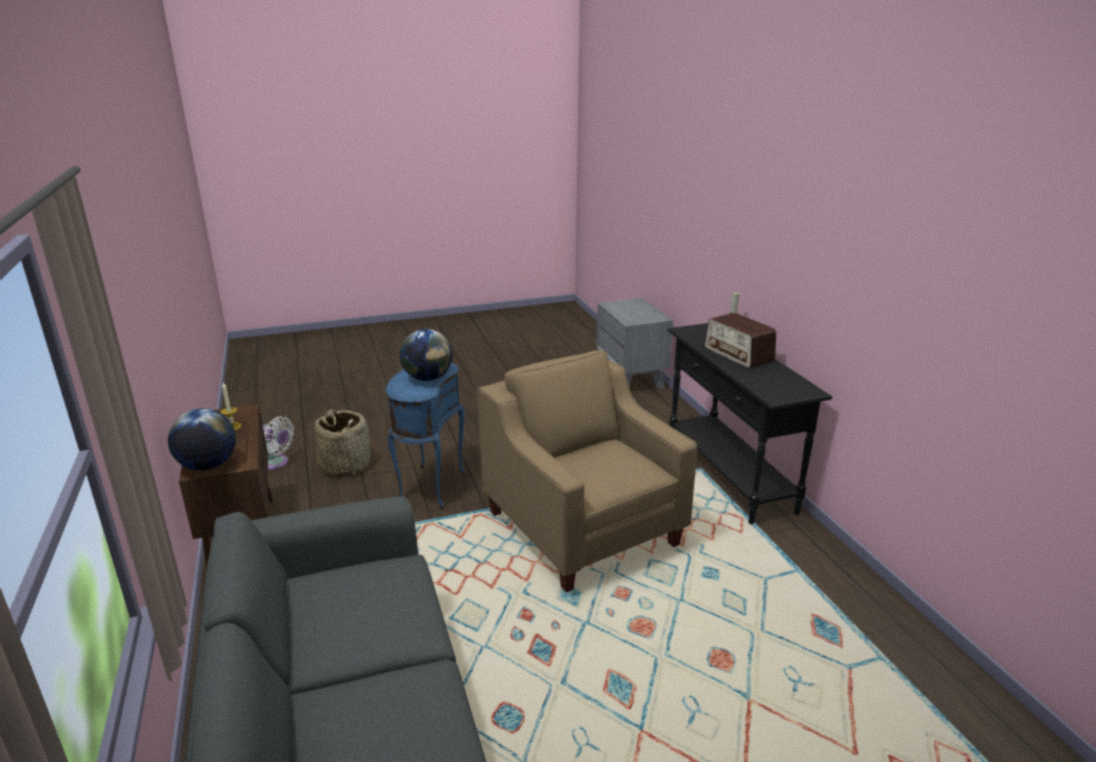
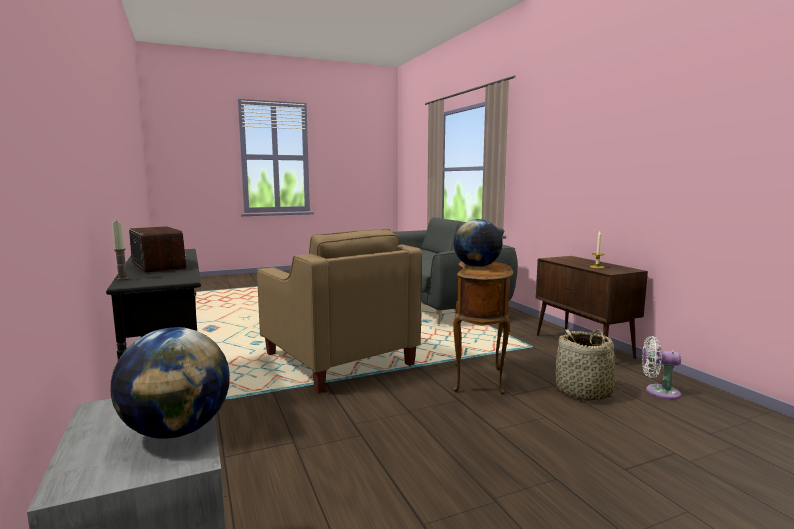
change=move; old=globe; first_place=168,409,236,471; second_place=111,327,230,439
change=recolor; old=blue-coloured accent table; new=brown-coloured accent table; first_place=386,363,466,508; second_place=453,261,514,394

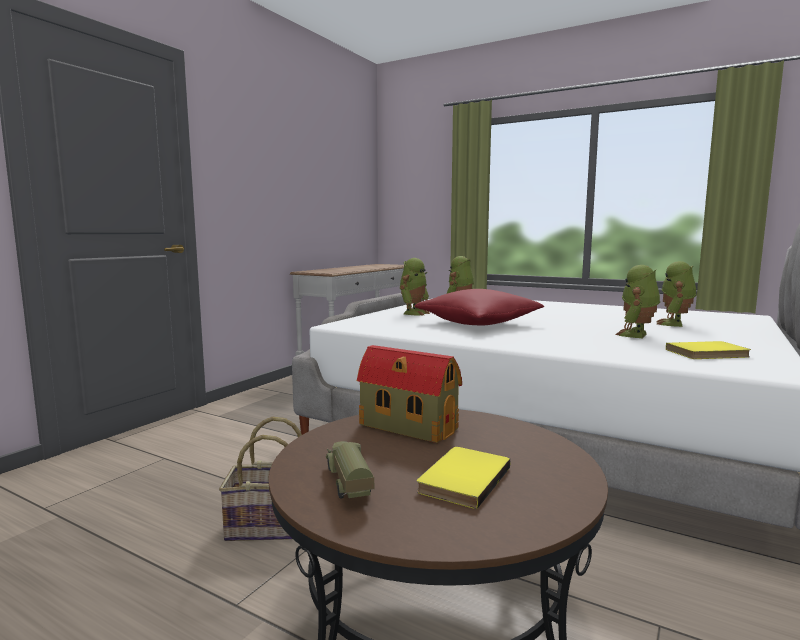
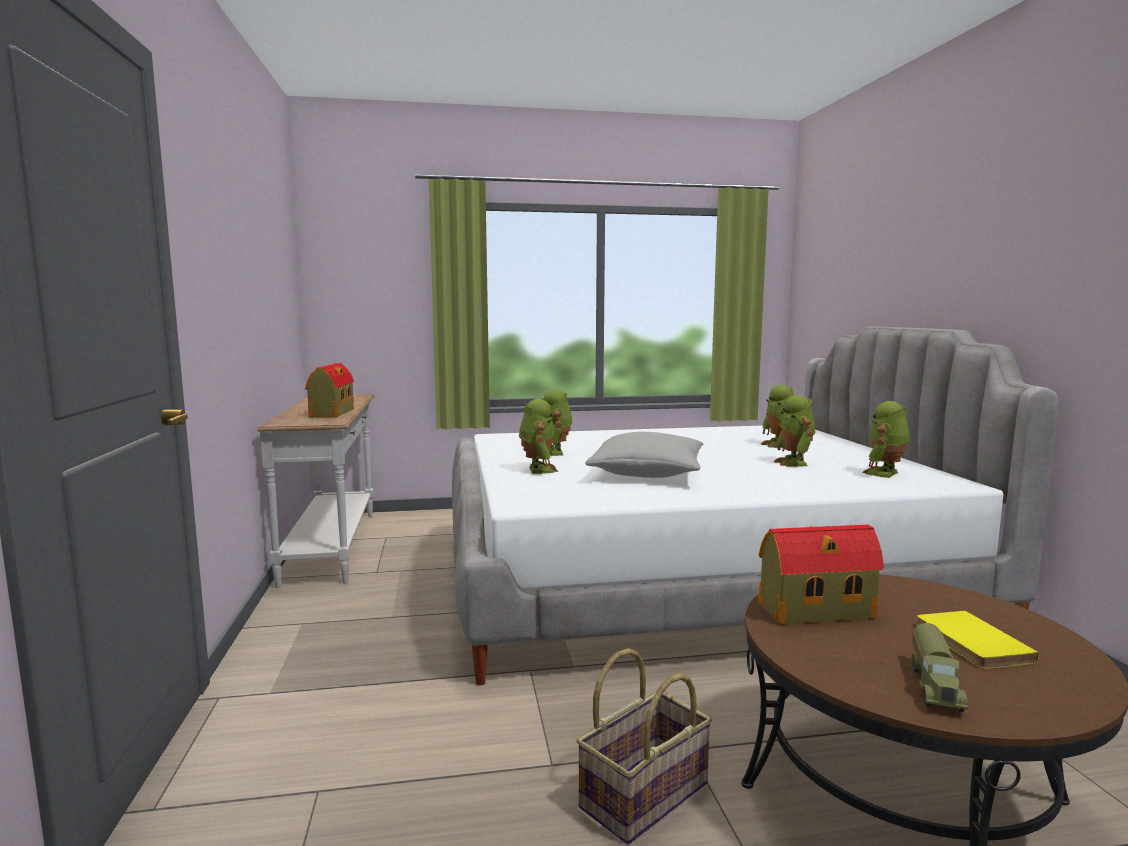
change=insert; new=model house; second_place=305,363,354,417
change=replace; old=yellow-coloured volume; new=model robot; first_place=666,341,751,359; second_place=862,401,910,478
change=recolor; old=reddish cushion; new=greyish cushion; first_place=414,289,545,325; second_place=585,432,703,478
change=rotate; old=toy truck; first_place=326,441,374,499; second_place=912,623,968,712; degrees=-105

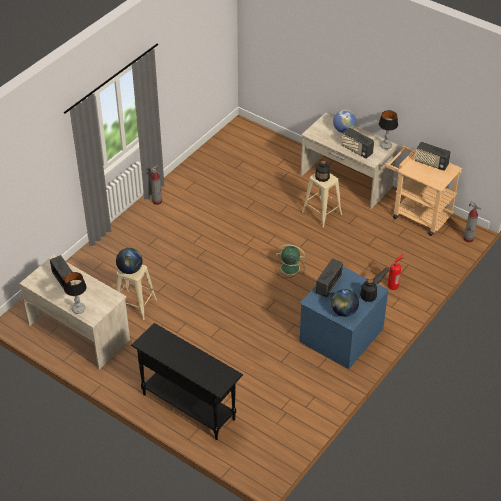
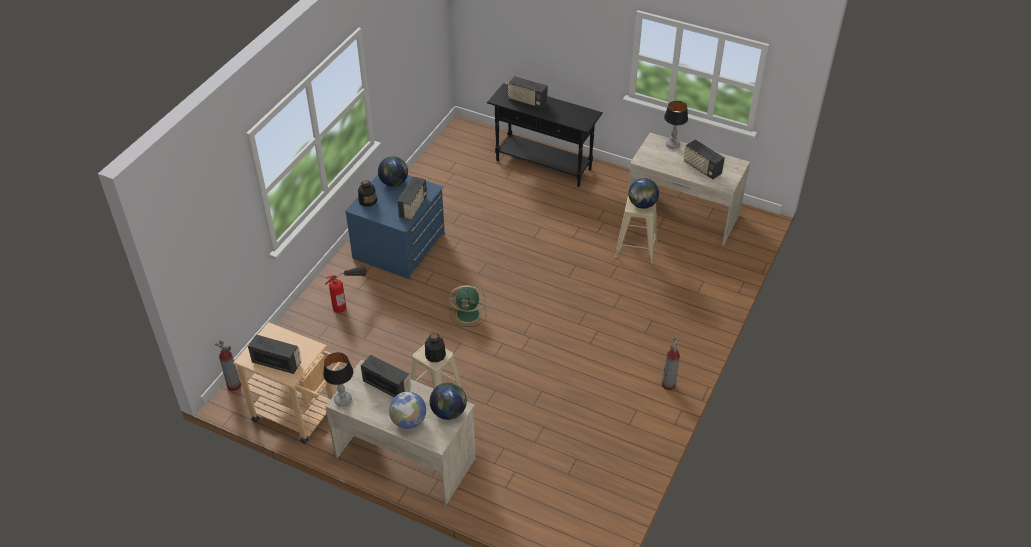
change=insert; new=globe; second_place=430,382,467,420
change=insert; new=radio set; second_place=508,76,548,108

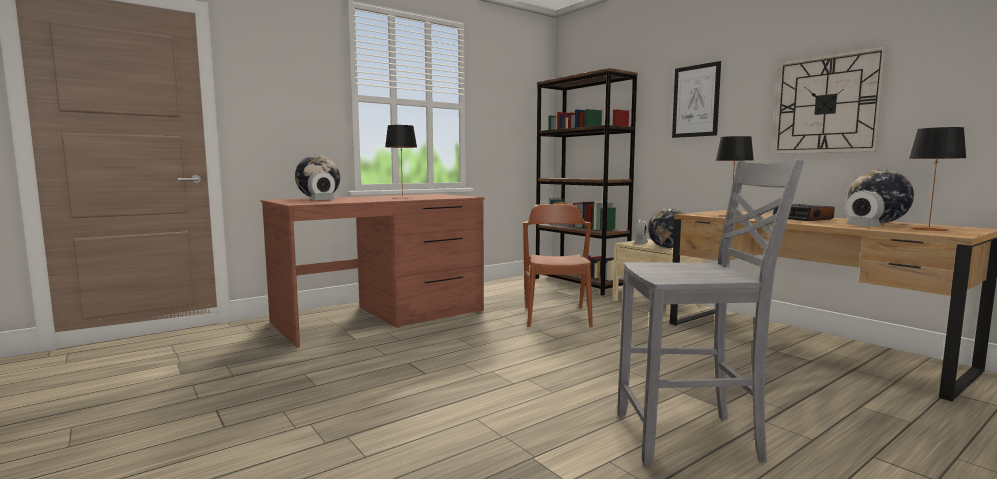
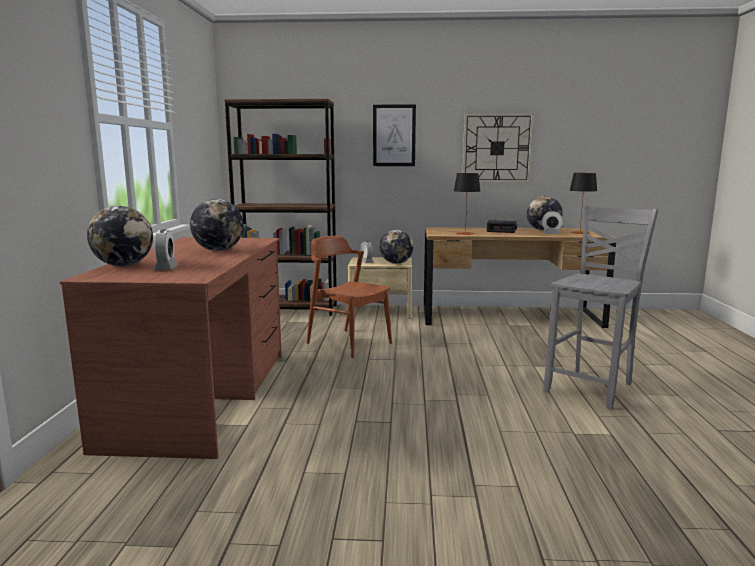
change=replace; old=table lamp; new=globe; first_place=385,125,417,199; second_place=190,199,244,251

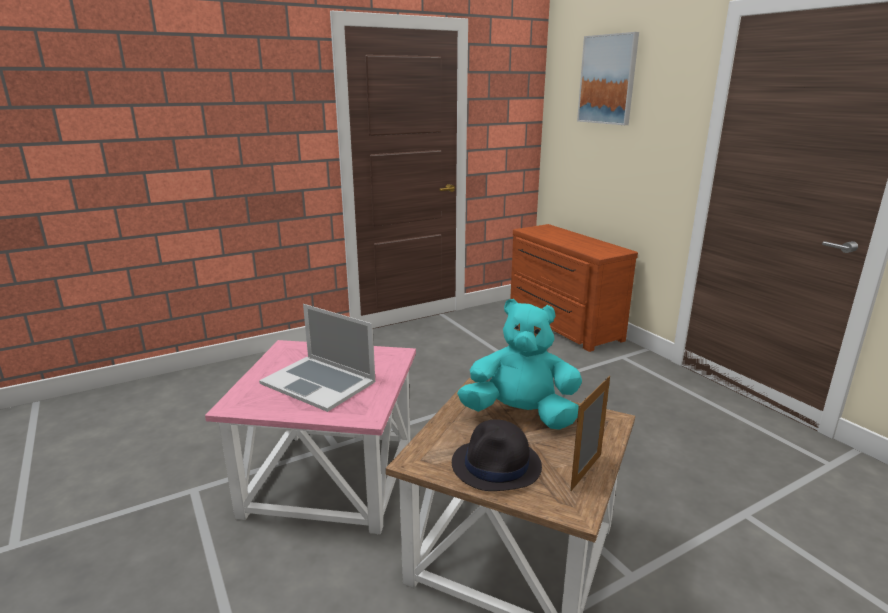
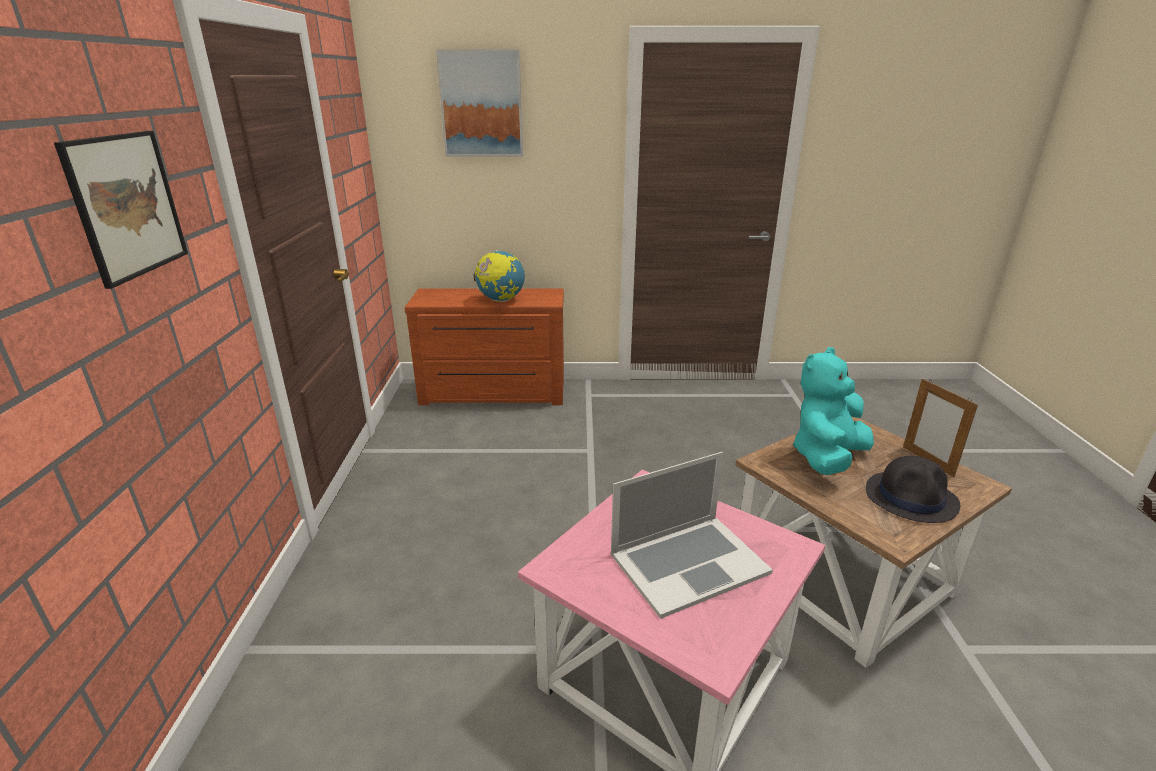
change=insert; new=wall picture; second_place=54,131,188,289
change=insert; new=globe; second_place=474,250,525,302

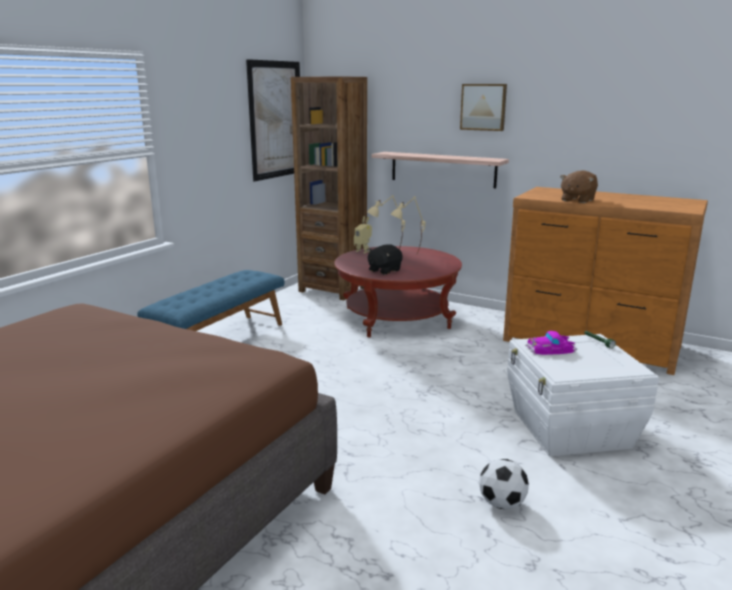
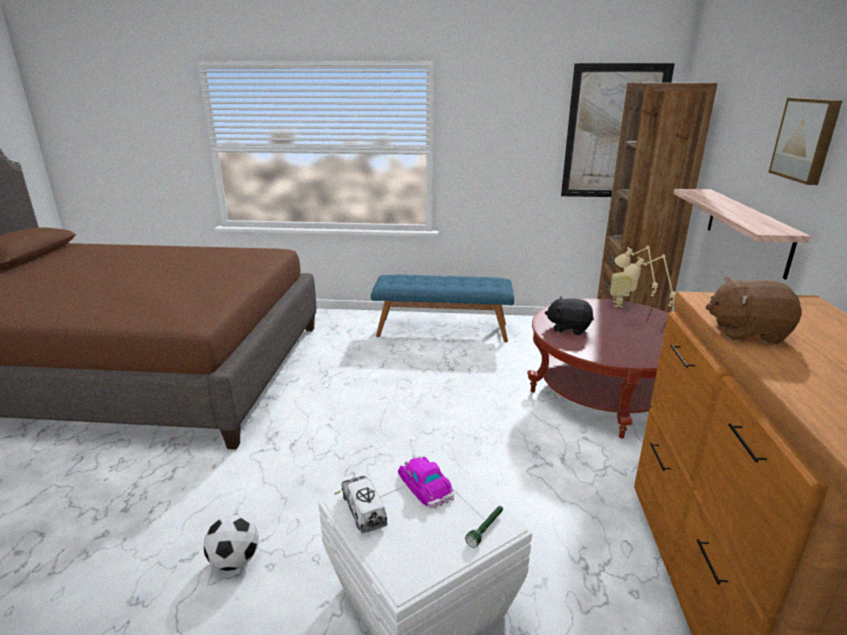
change=insert; new=toy truck; second_place=341,476,388,534

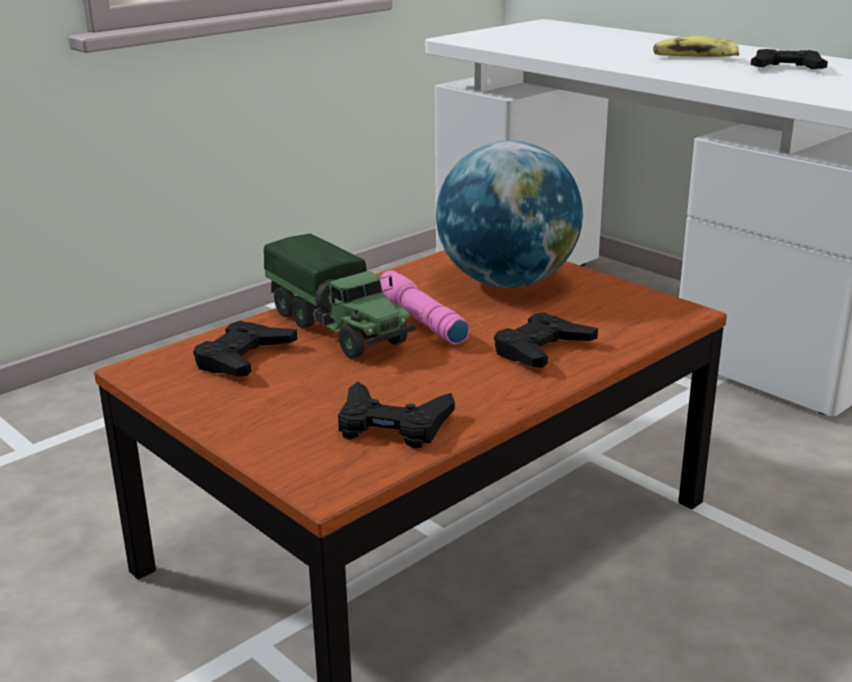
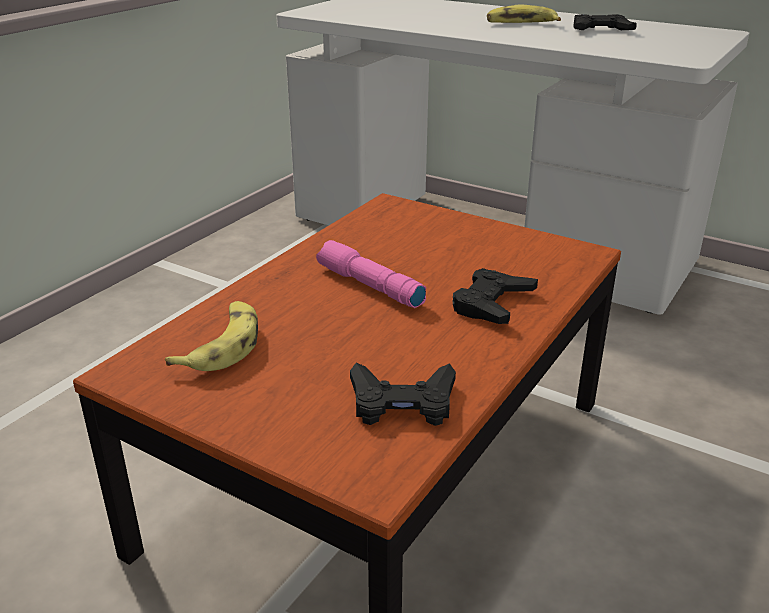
change=delete; old=toy truck; first_place=264,234,415,359
change=delete; old=globe; first_place=436,140,583,288
change=replace; old=black game controller; new=whole banana; first_place=193,321,297,376; second_place=165,301,258,371

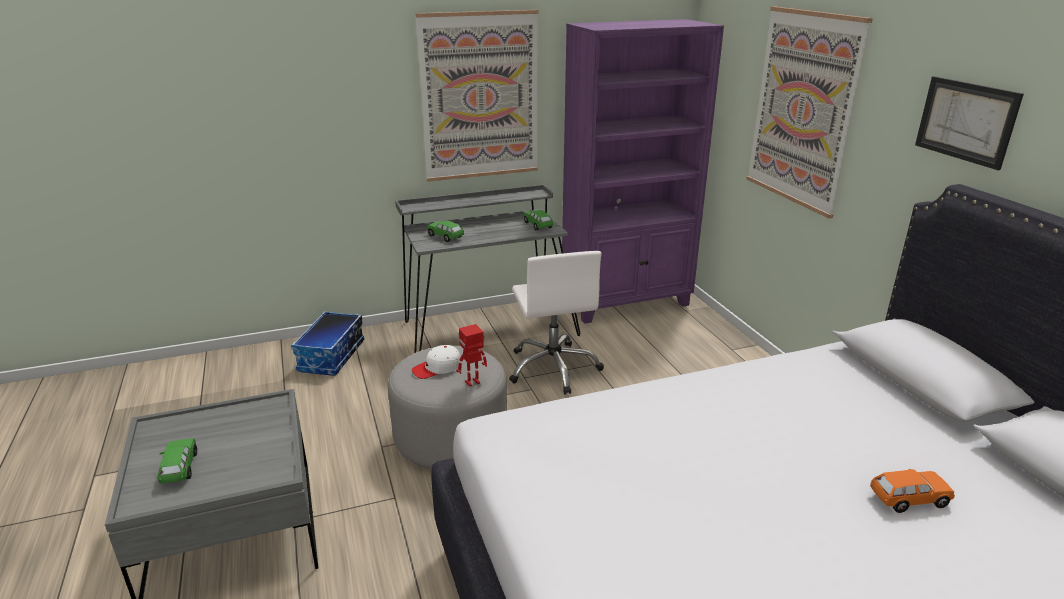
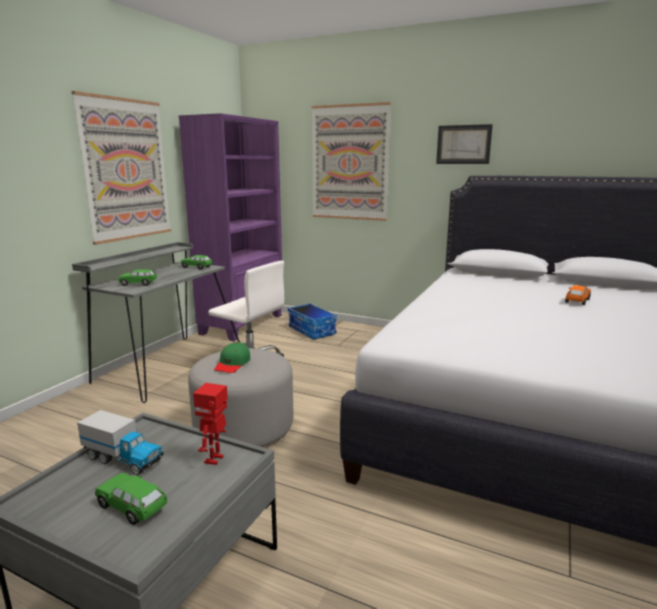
change=insert; new=toy truck; second_place=77,410,164,475
change=move; old=storage box; first_place=291,311,364,376; second_place=288,303,337,339
change=move; old=model robot; first_place=456,324,487,386; second_place=193,383,228,465
change=recolor; old=white-coloured peaked cap; new=green peaked cap; first_place=412,345,461,379; second_place=214,342,250,373

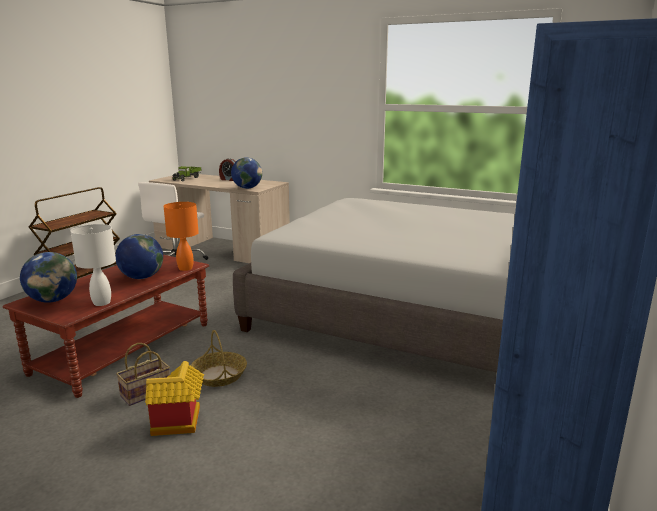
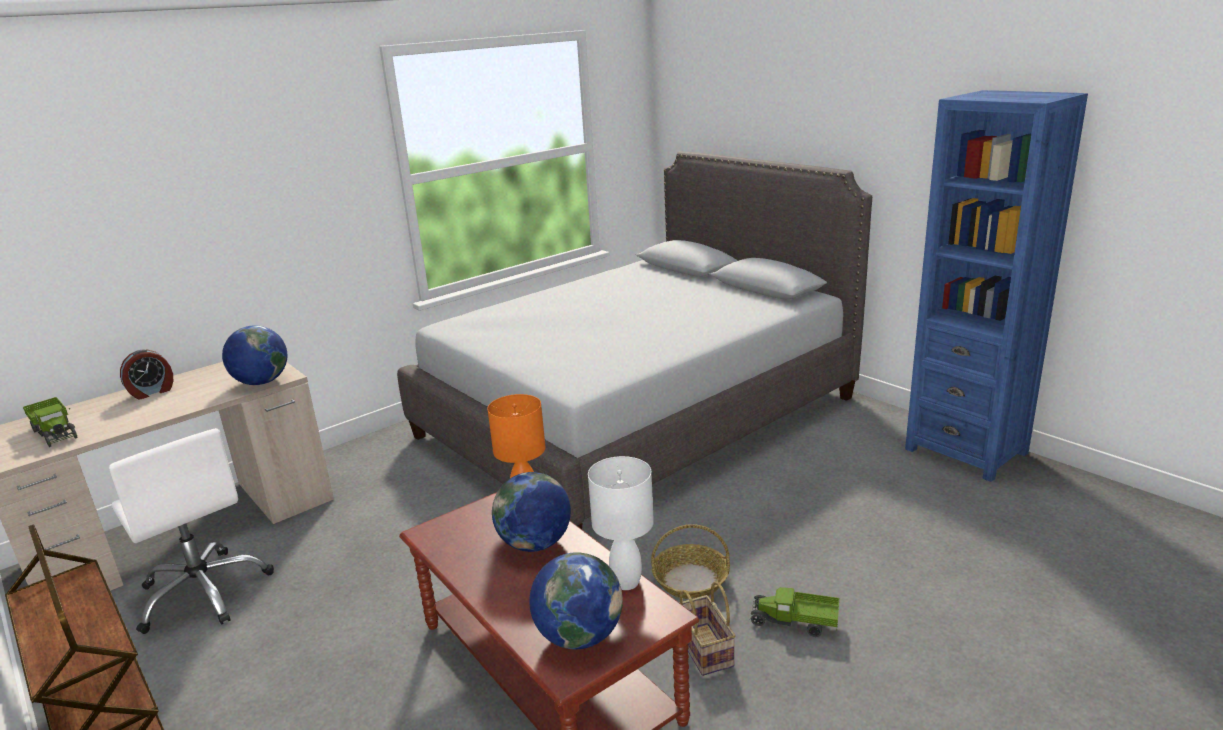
change=replace; old=model house; new=toy truck; first_place=145,361,204,436; second_place=751,587,839,637

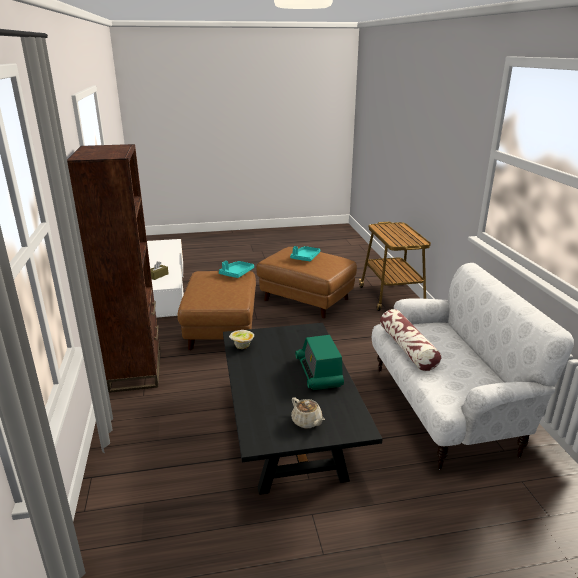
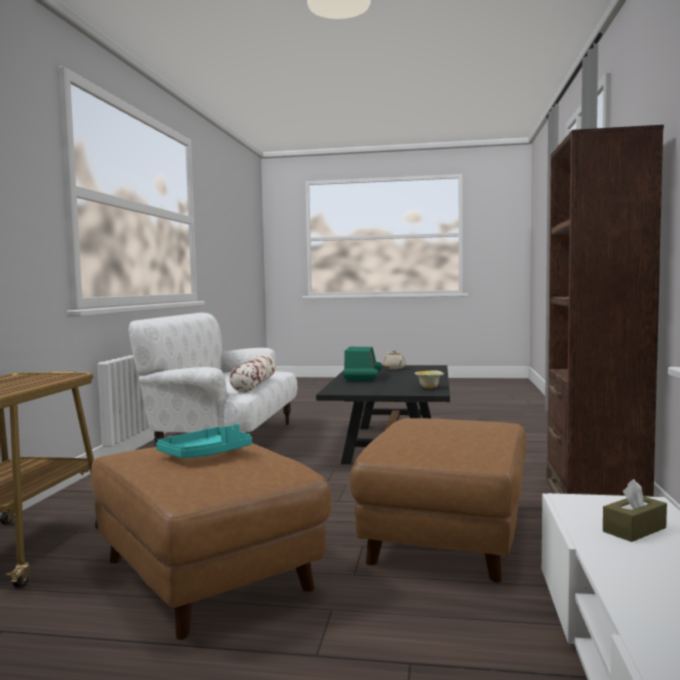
change=delete; old=blue-green tray; first_place=219,261,254,278

